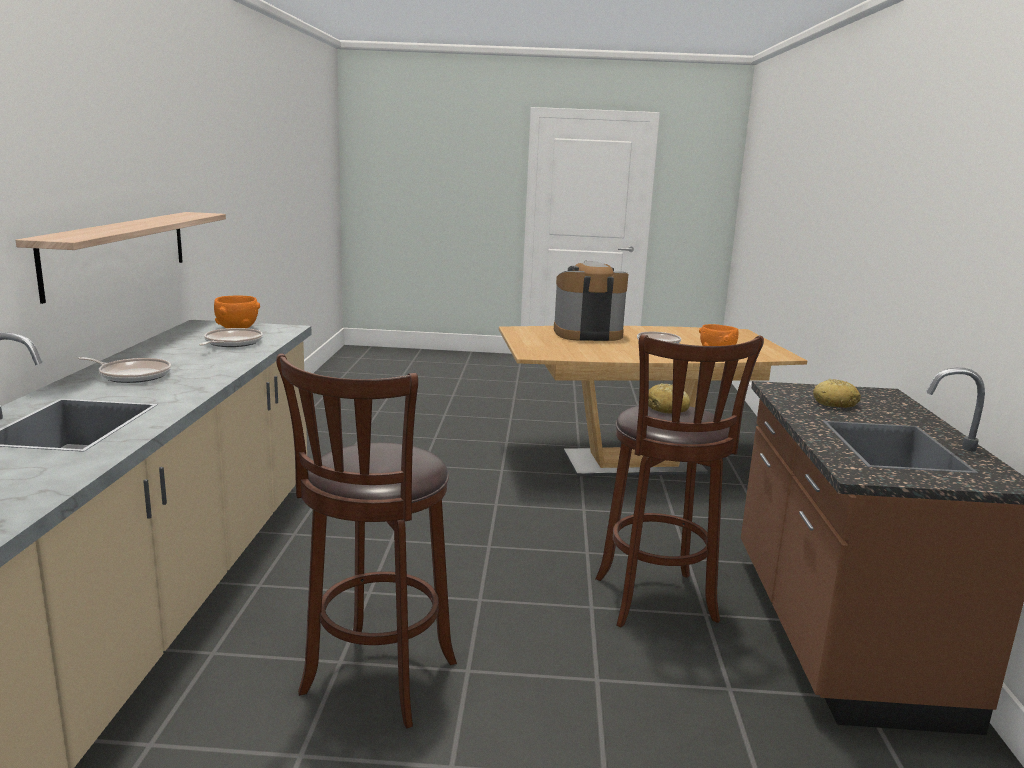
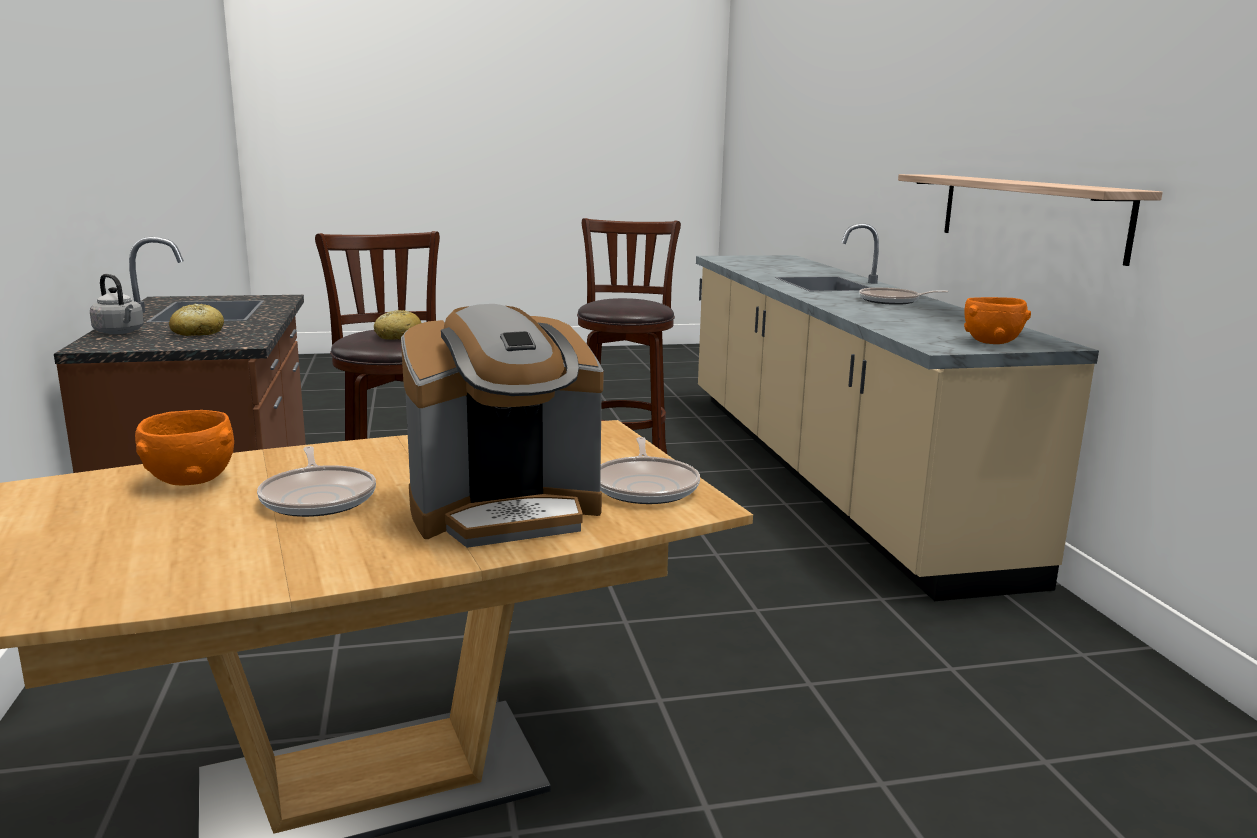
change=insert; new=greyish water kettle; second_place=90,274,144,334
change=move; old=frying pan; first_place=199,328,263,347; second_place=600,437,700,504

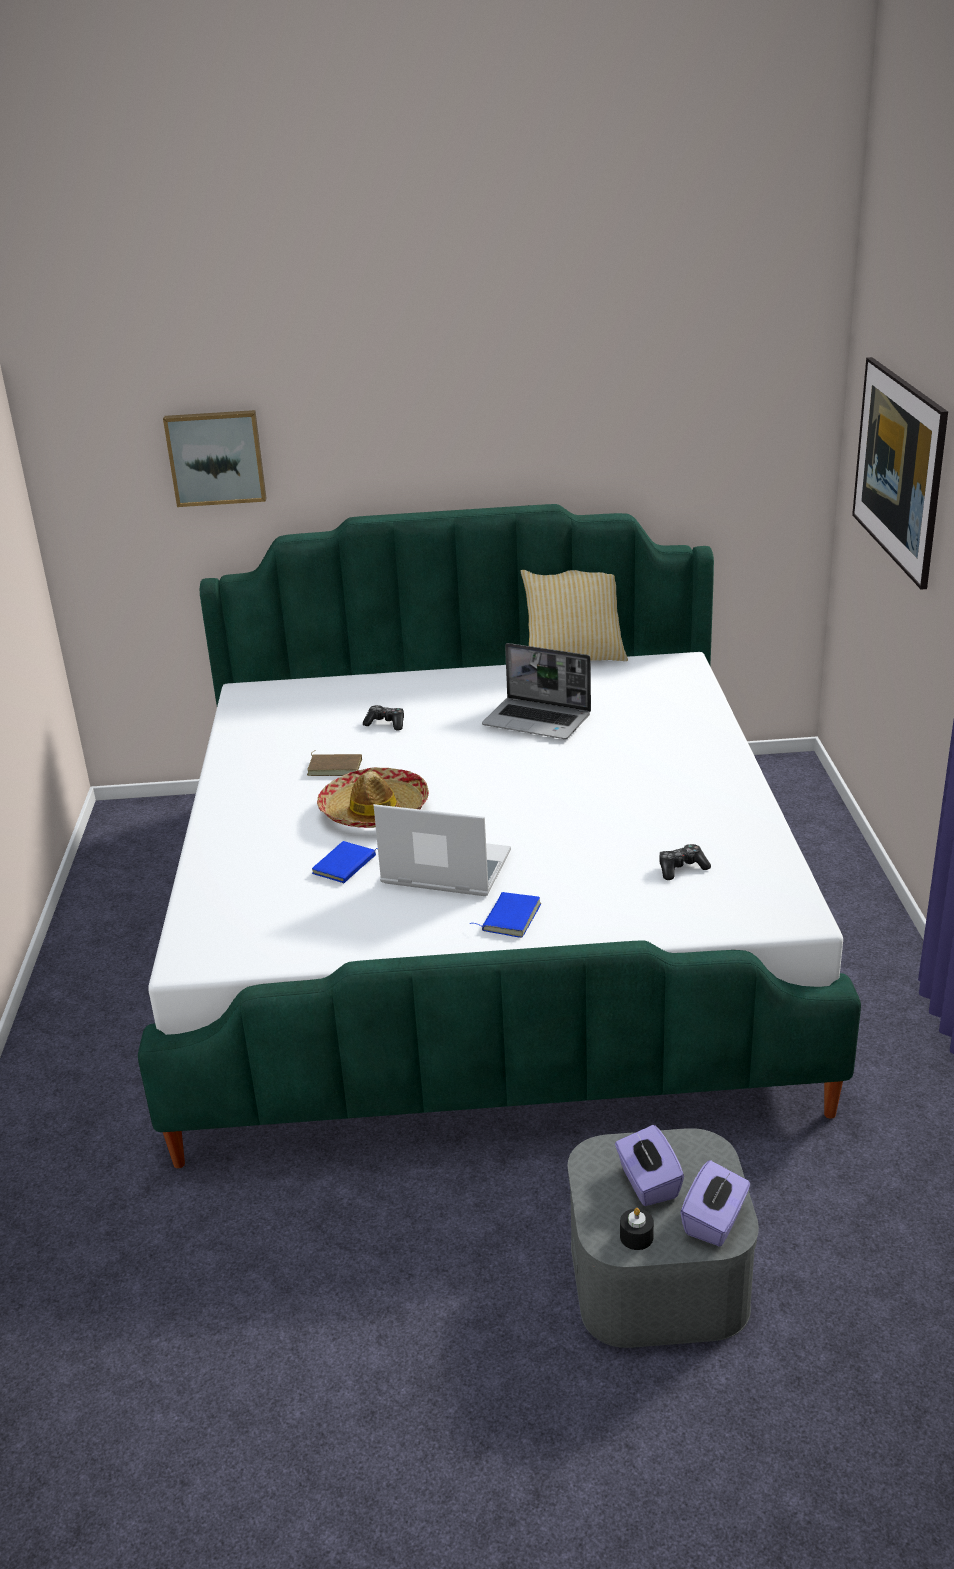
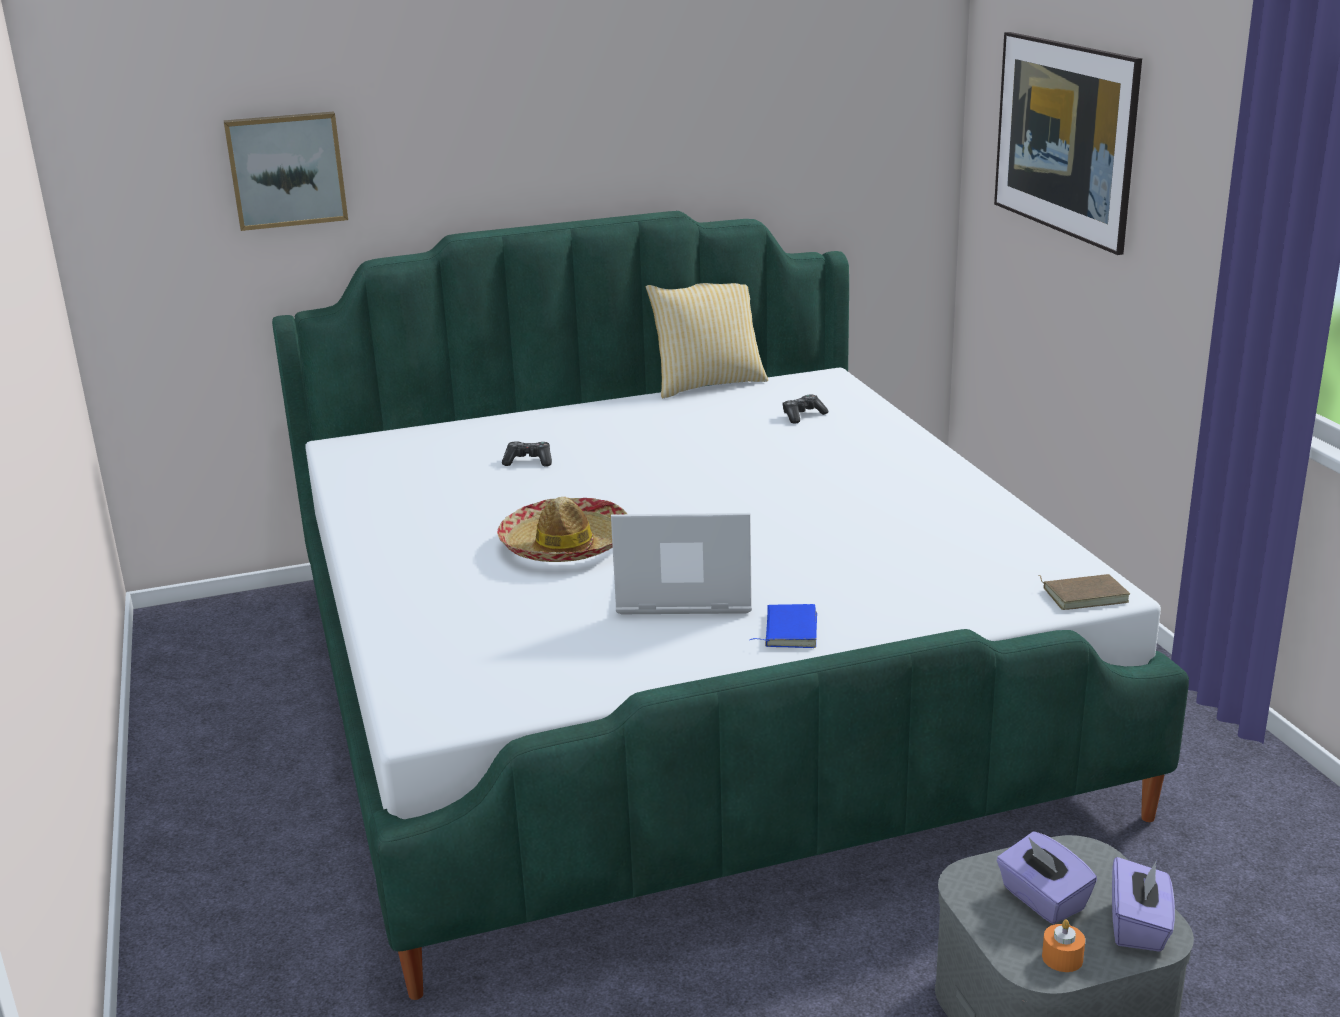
change=delete; old=blue-coloured volume; first_place=312,841,378,883
change=delete; old=notebook computer; first_place=482,643,591,739
change=move; old=brown-coloured volume; first_place=307,750,362,776; second_place=1038,574,1130,610
change=move; old=game controller; first_place=659,844,711,880; second_place=782,395,828,424
change=recolor; old=black wax candle; new=orange-coloured wax candle; first_place=620,1208,654,1250; second_place=1042,920,1085,972

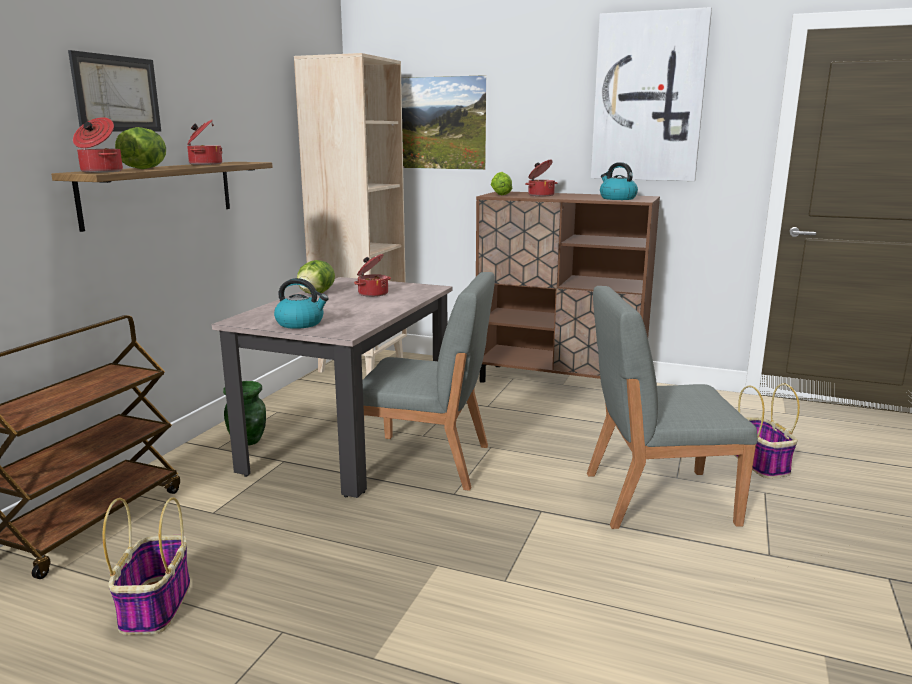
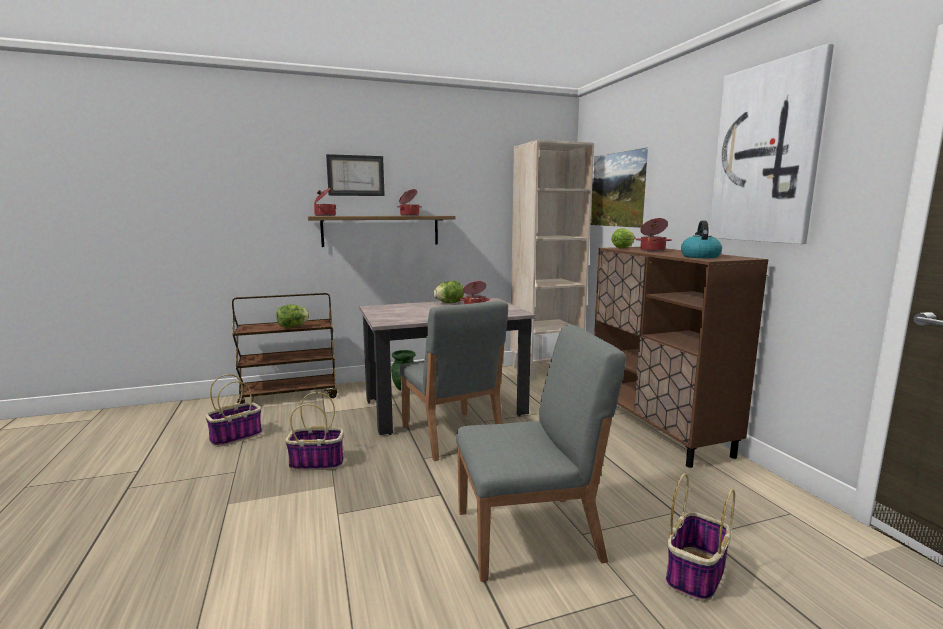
change=delete; old=water kettle; first_place=274,278,329,329
change=insert; new=basket; second_place=285,392,344,471
change=move; old=lettuce; first_place=115,127,166,169; second_place=276,305,310,328
change=rotate; old=greyish chair; first_place=587,286,758,529; second_place=456,325,626,582; degrees=120

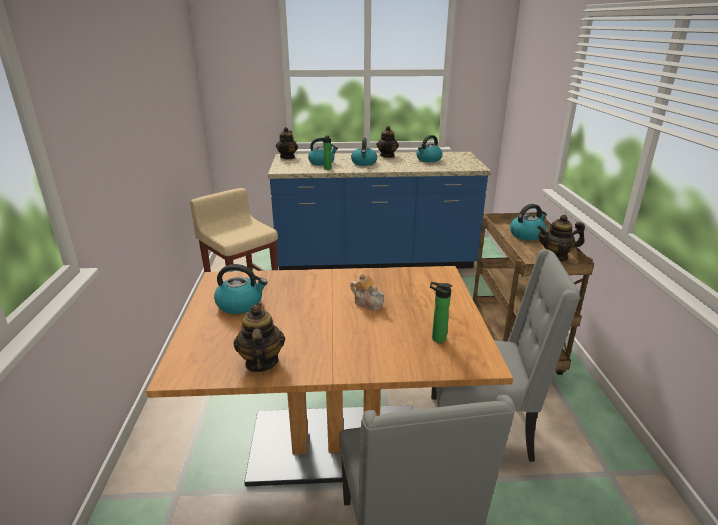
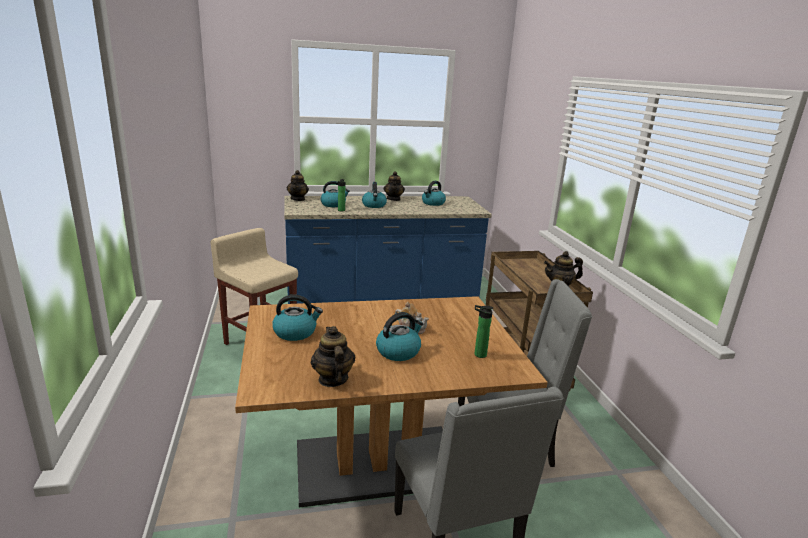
change=move; old=water kettle; first_place=510,204,547,240; second_place=376,312,423,361

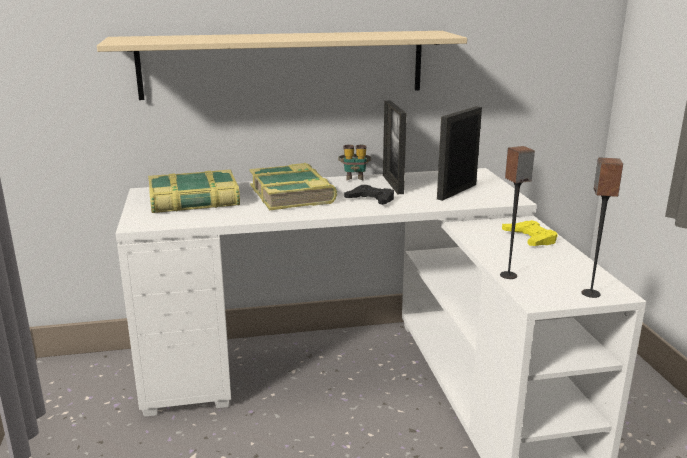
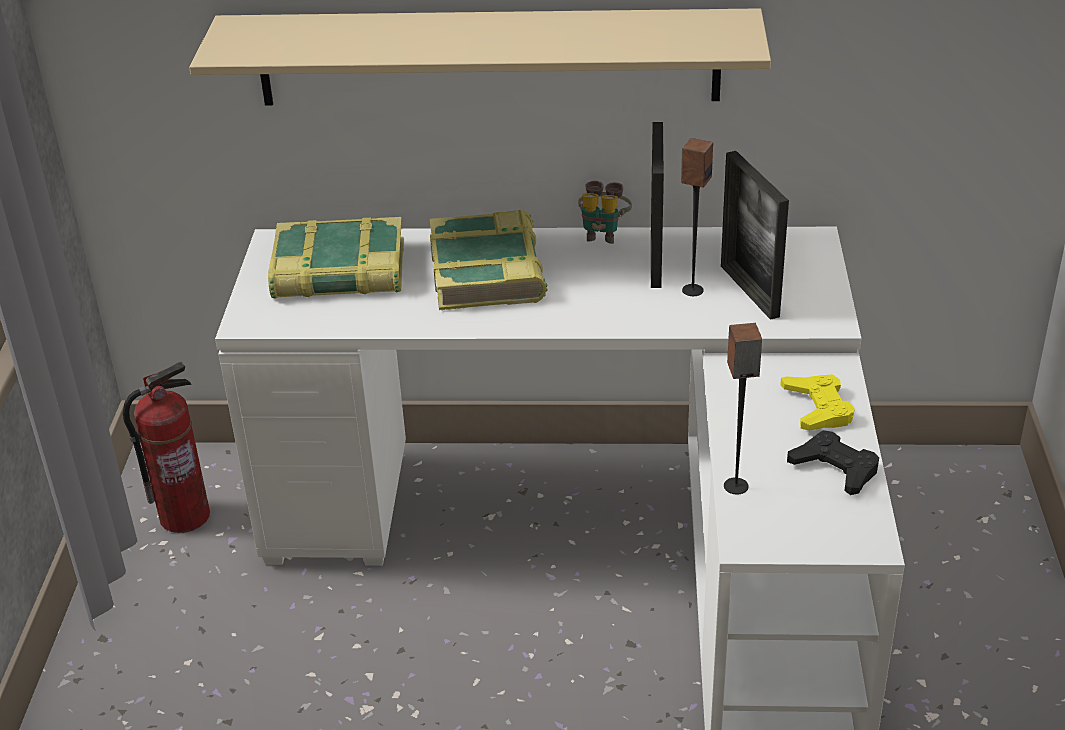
change=insert; new=fire-fighting cylinder; second_place=123,362,210,533
change=move; old=black game controller; first_place=344,185,394,205; second_place=787,430,879,495
change=move; old=audio speaker; first_place=582,157,623,298; second_place=681,138,713,296
change=rotate; old=photo frame; first_place=437,106,482,201; second_place=721,151,789,320; degrees=-75

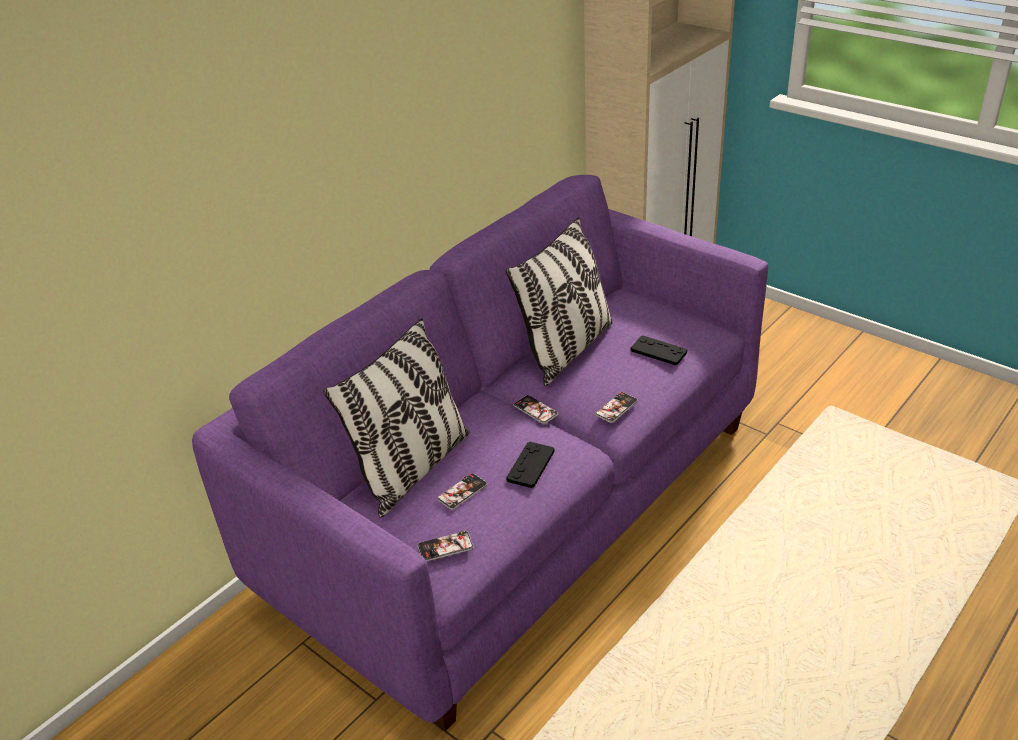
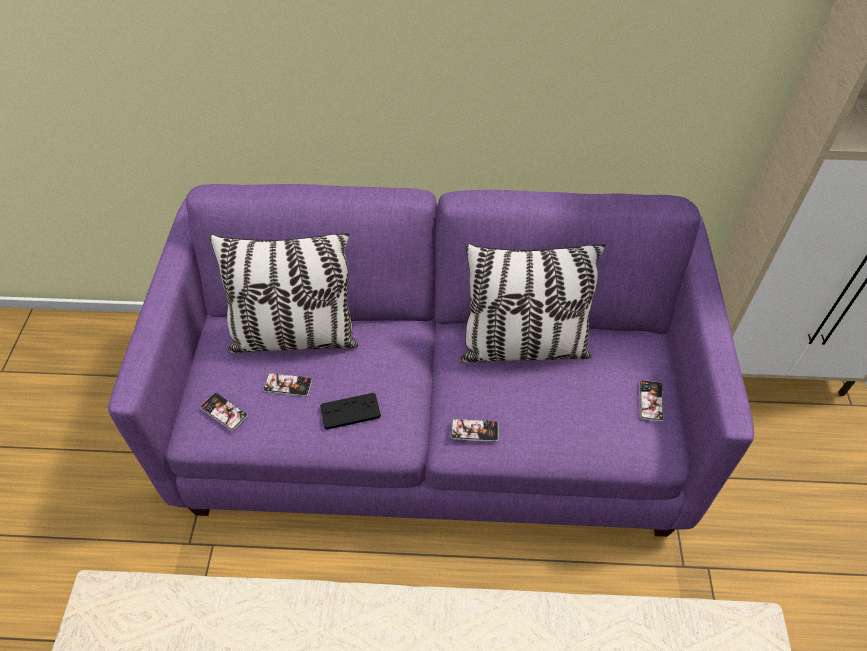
change=delete; old=black game controller; first_place=631,336,687,365
change=move; old=handset; first_place=514,395,558,424; second_place=639,380,664,422

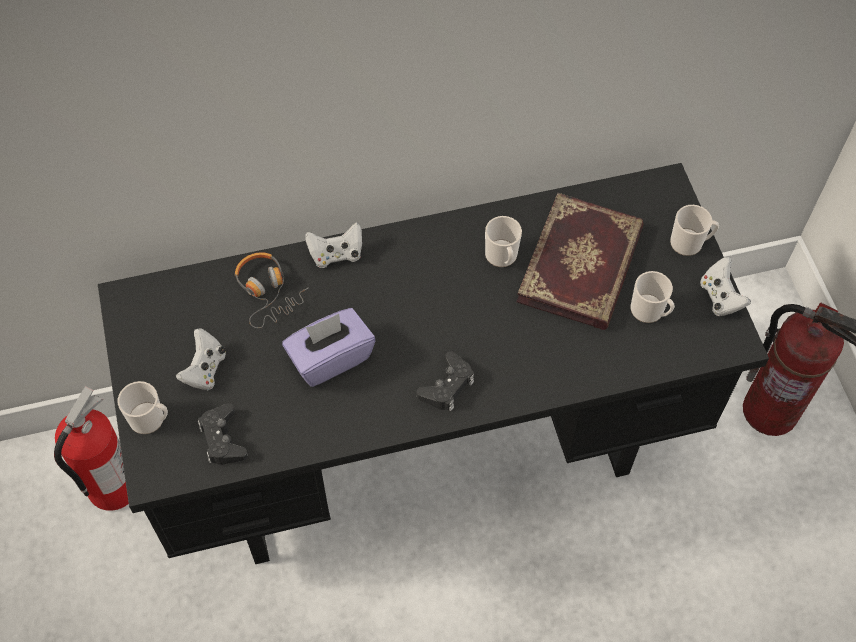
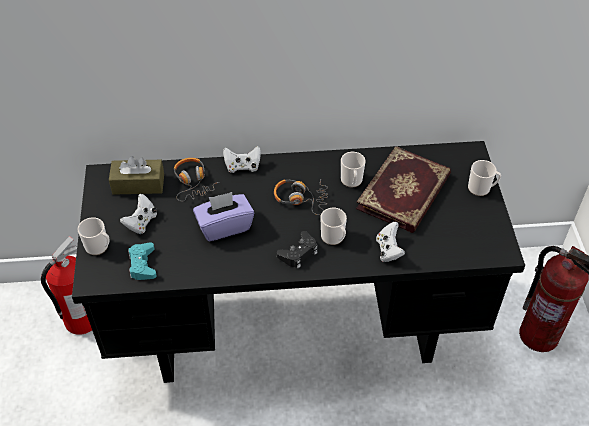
change=insert; new=brown-coloured tissue box; second_place=109,156,164,195
change=insert; new=pair of headphones; second_place=274,180,328,215
change=move; old=tea mug; first_place=630,271,675,323; second_place=321,208,347,245
change=move; old=white-coloured game controller; first_place=700,257,751,317; second_place=376,222,405,262
change=recolor; old=black game controller; new=blue-green game controller; first_place=198,403,248,465; second_place=128,242,157,280

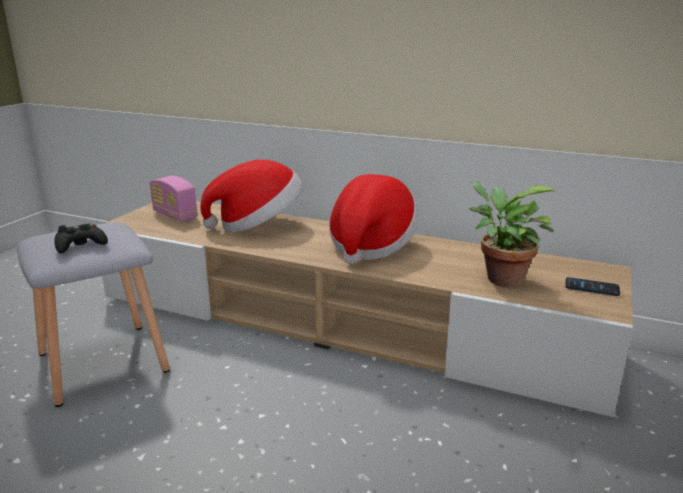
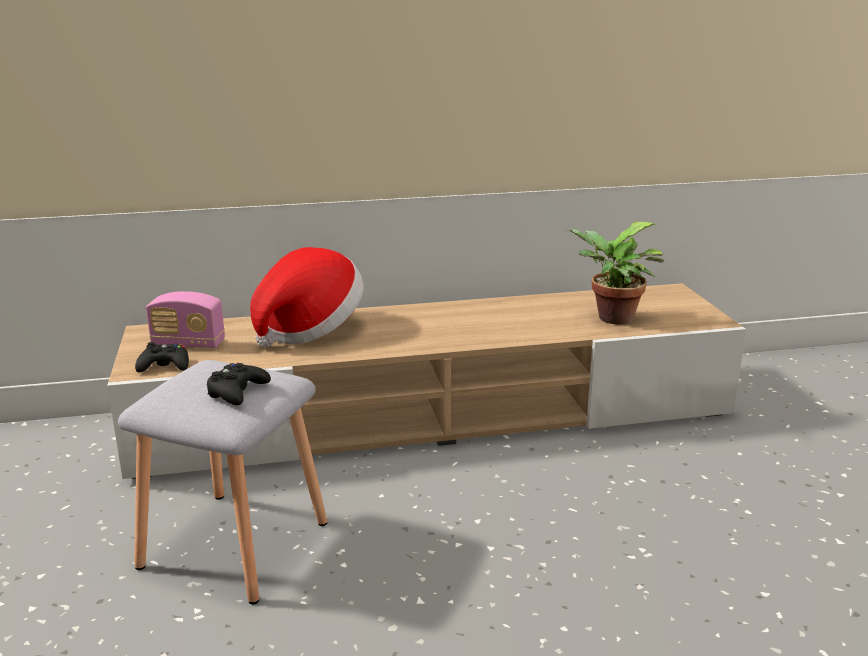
change=delete; old=wearable hat; first_place=329,174,418,265
change=delete; old=handset; first_place=565,277,620,296
change=insert; new=black game controller; second_place=135,342,189,372

